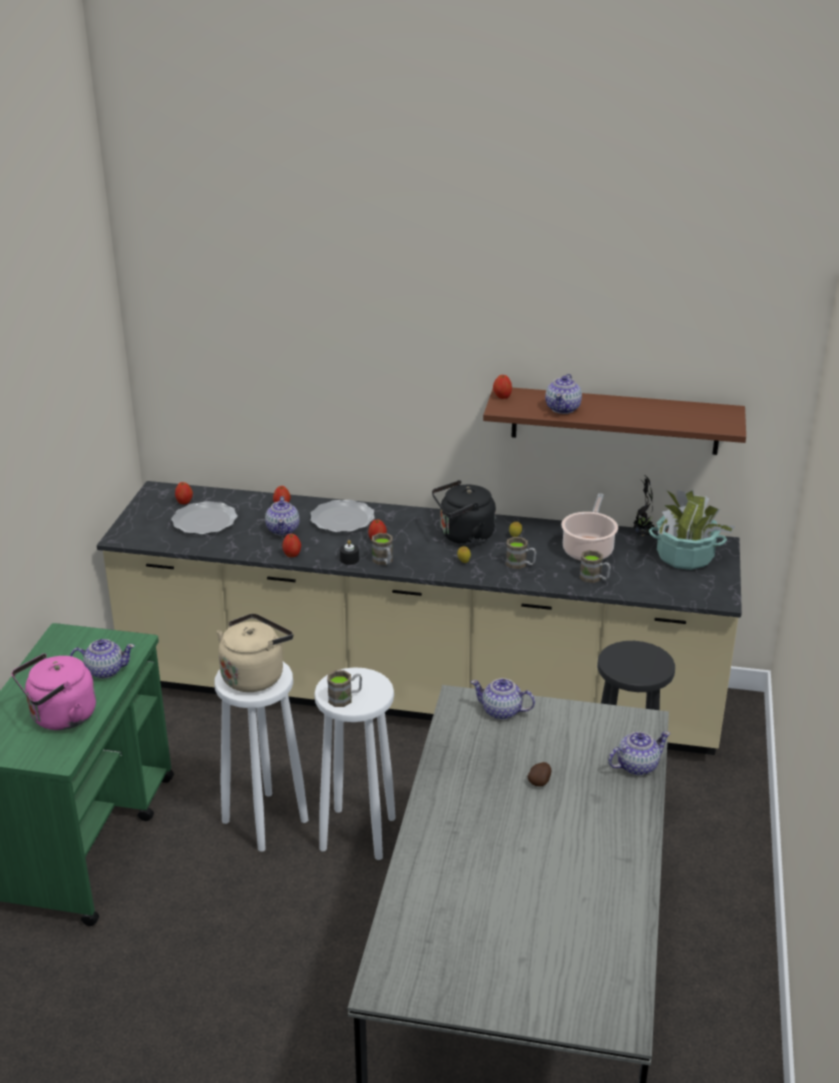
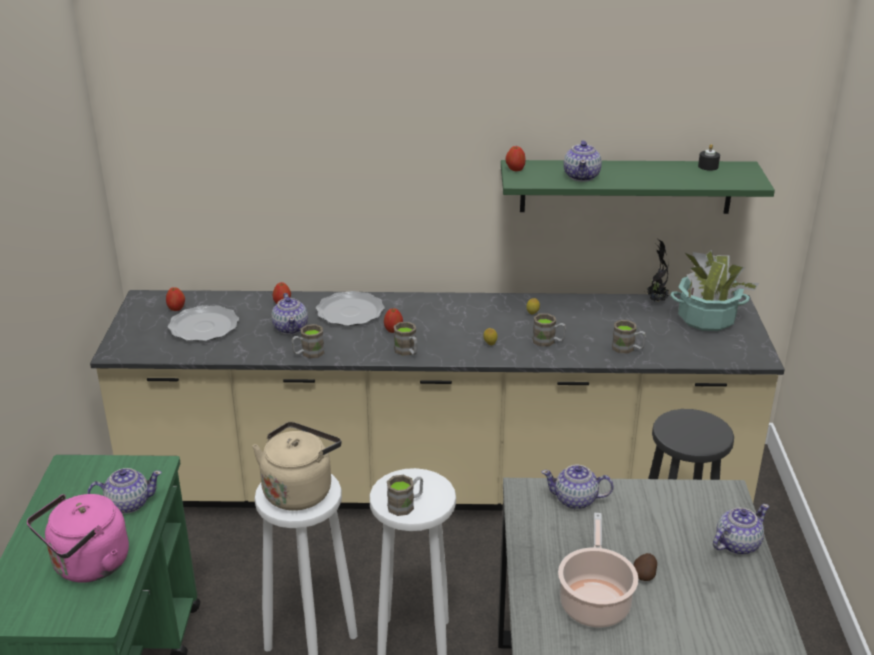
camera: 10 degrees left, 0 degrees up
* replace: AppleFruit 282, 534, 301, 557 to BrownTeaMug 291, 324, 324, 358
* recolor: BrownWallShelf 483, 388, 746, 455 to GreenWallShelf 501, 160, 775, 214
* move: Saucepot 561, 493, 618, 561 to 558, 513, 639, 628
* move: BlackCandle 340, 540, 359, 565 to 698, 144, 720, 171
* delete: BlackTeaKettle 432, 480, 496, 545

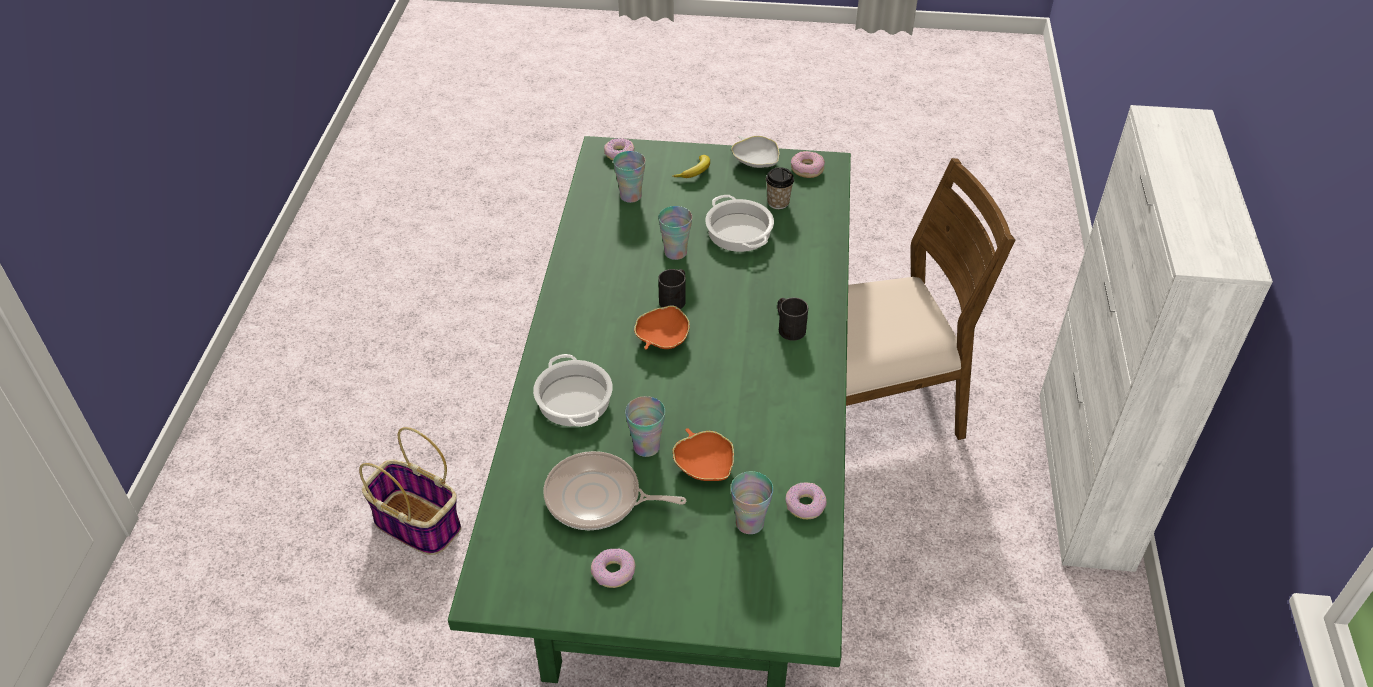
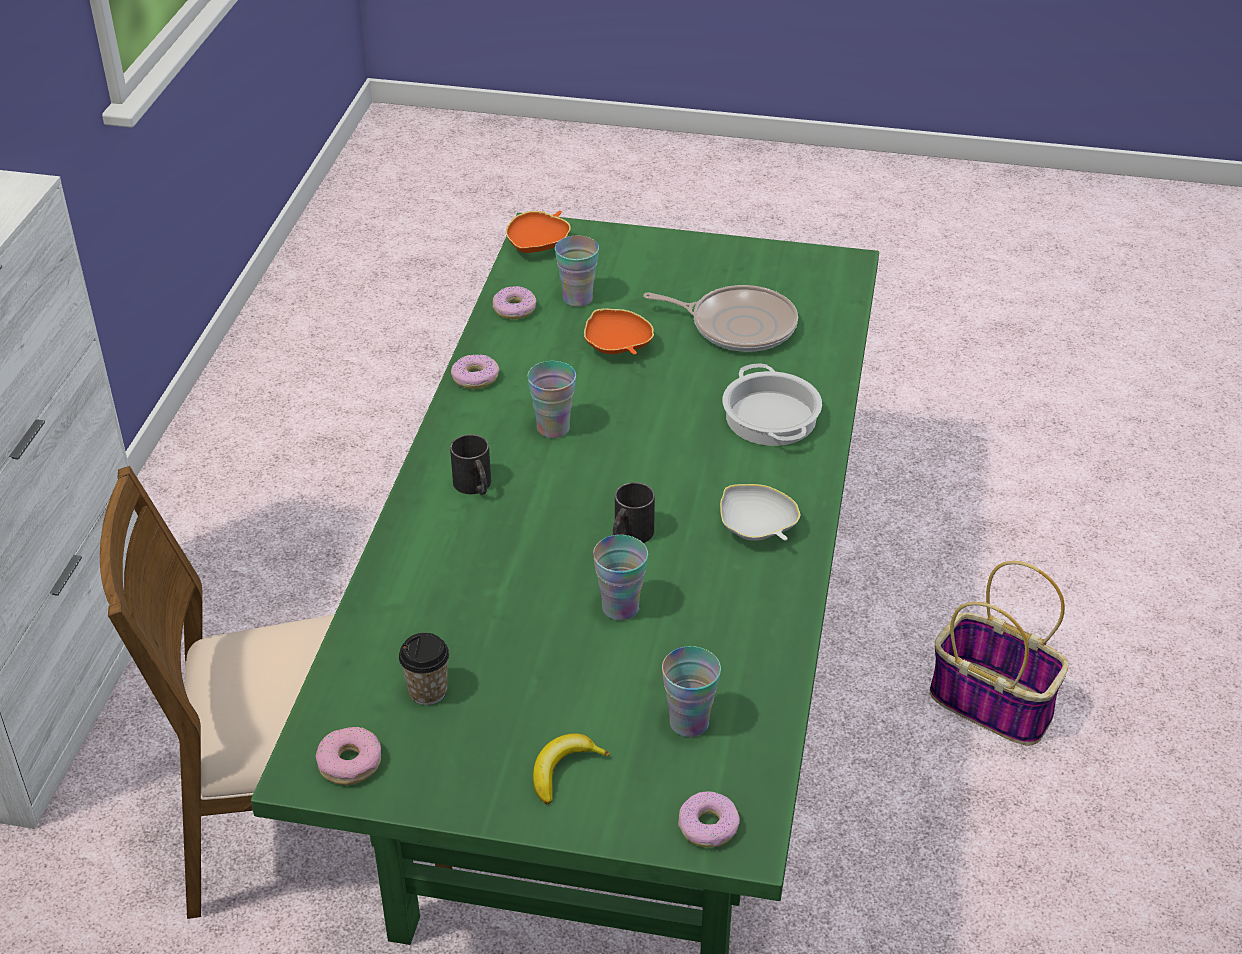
camera: 175 degrees left, 5 degrees down
* move: RingDoughnut 591, 549, 635, 588 to 451, 354, 500, 389
* move: OrangeyDeepDish 634, 305, 690, 350 to 506, 211, 571, 253
* move: Cup 625, 396, 665, 457 to 527, 361, 576, 438
* move: WhitishDeepDish 731, 136, 780, 168 to 720, 484, 801, 541
* delete: Saucepot 705, 195, 774, 252

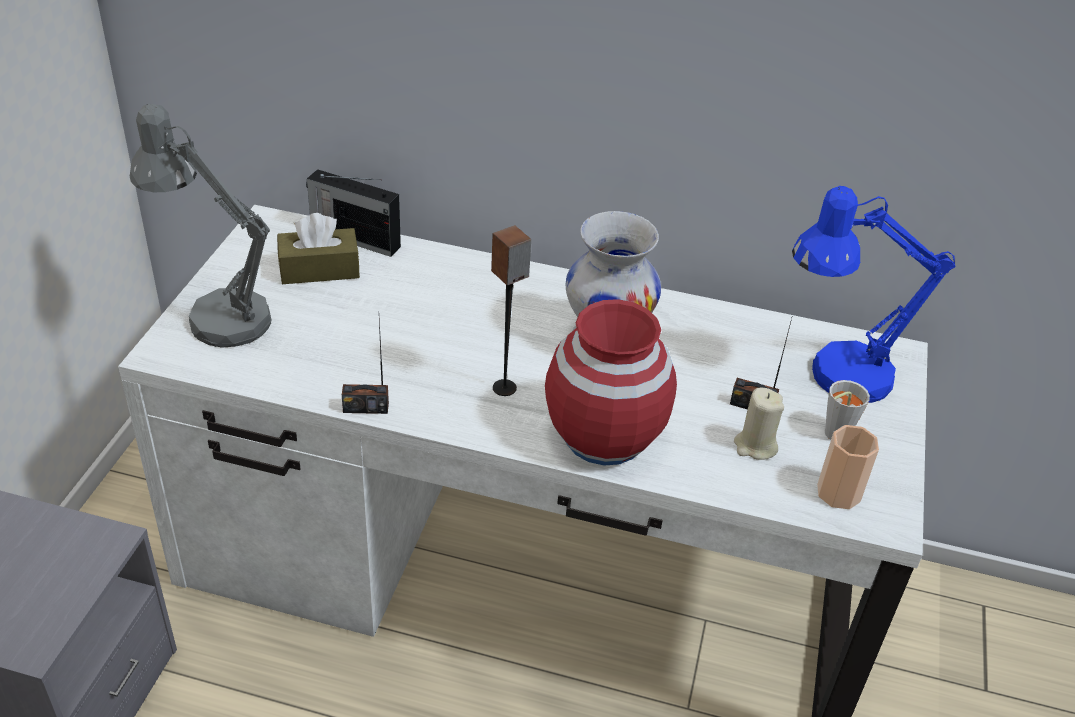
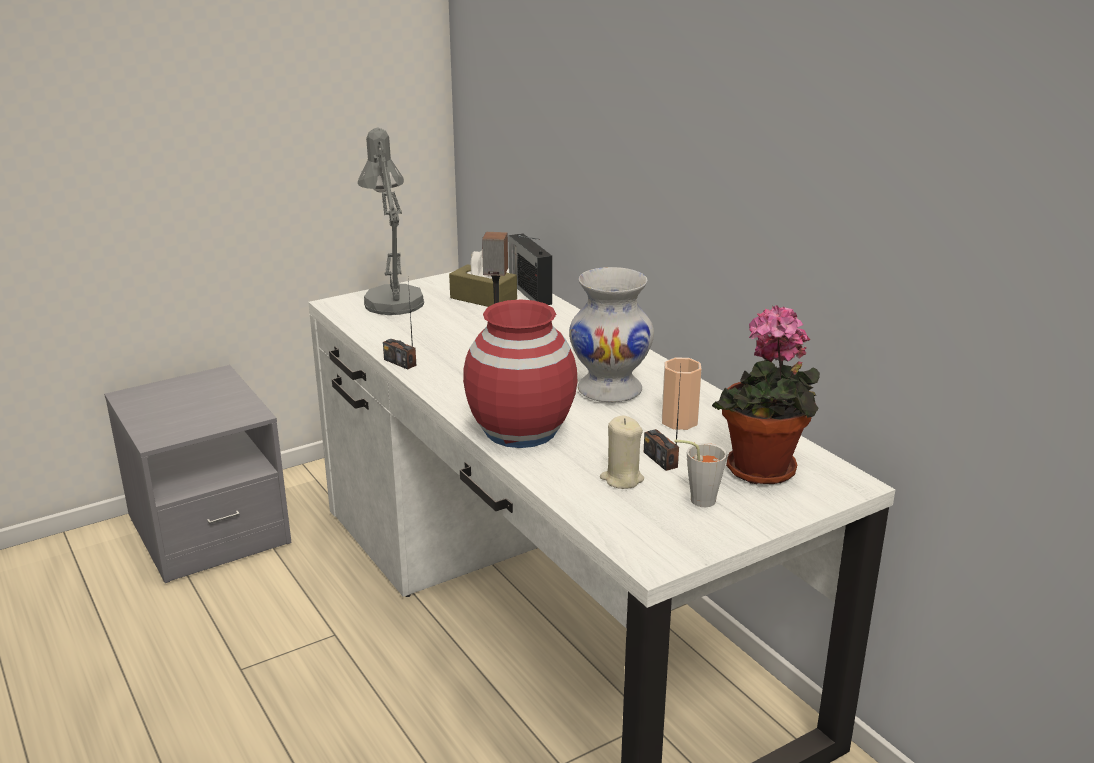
camera: 45 degrees right, 15 degrees down
* move: Cup 817, 425, 879, 509 to 662, 357, 702, 430
* replace: BlueLampForATable 792, 186, 956, 403 to Houseplant 712, 305, 820, 484

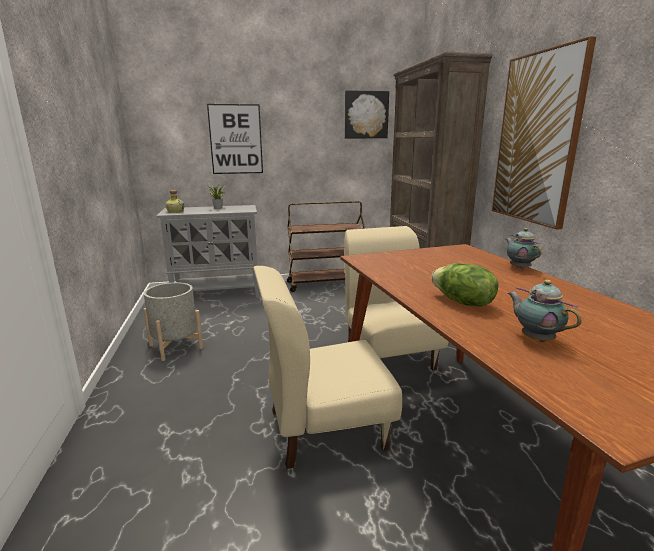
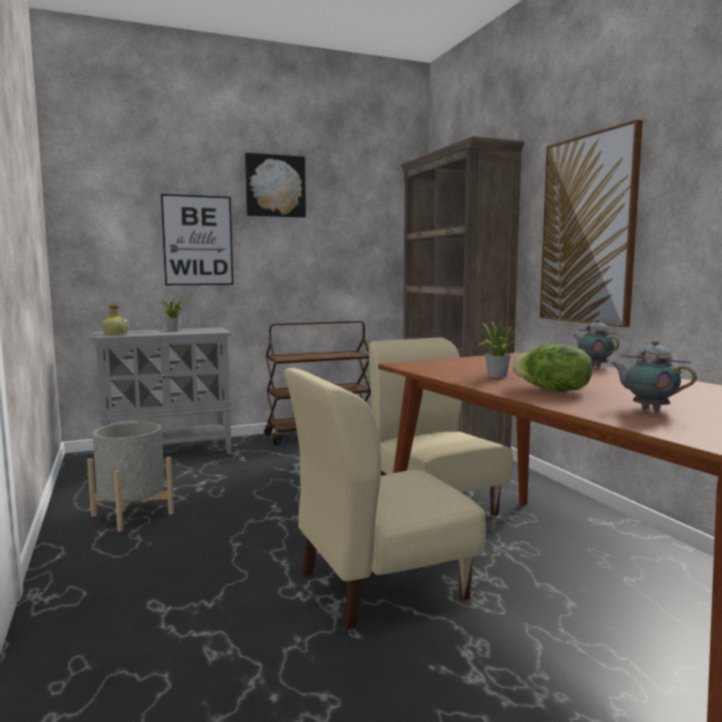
camera: 10 degrees left, 10 degrees down
* move: WallPicture 345, 90, 389, 138 to 245, 153, 306, 218
* insert: Houseplant 472, 320, 520, 378

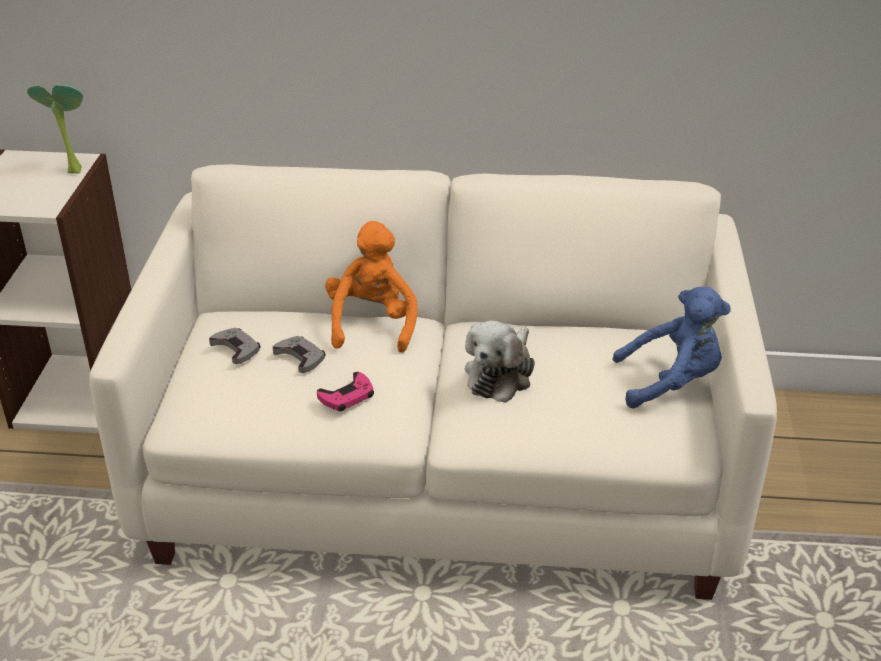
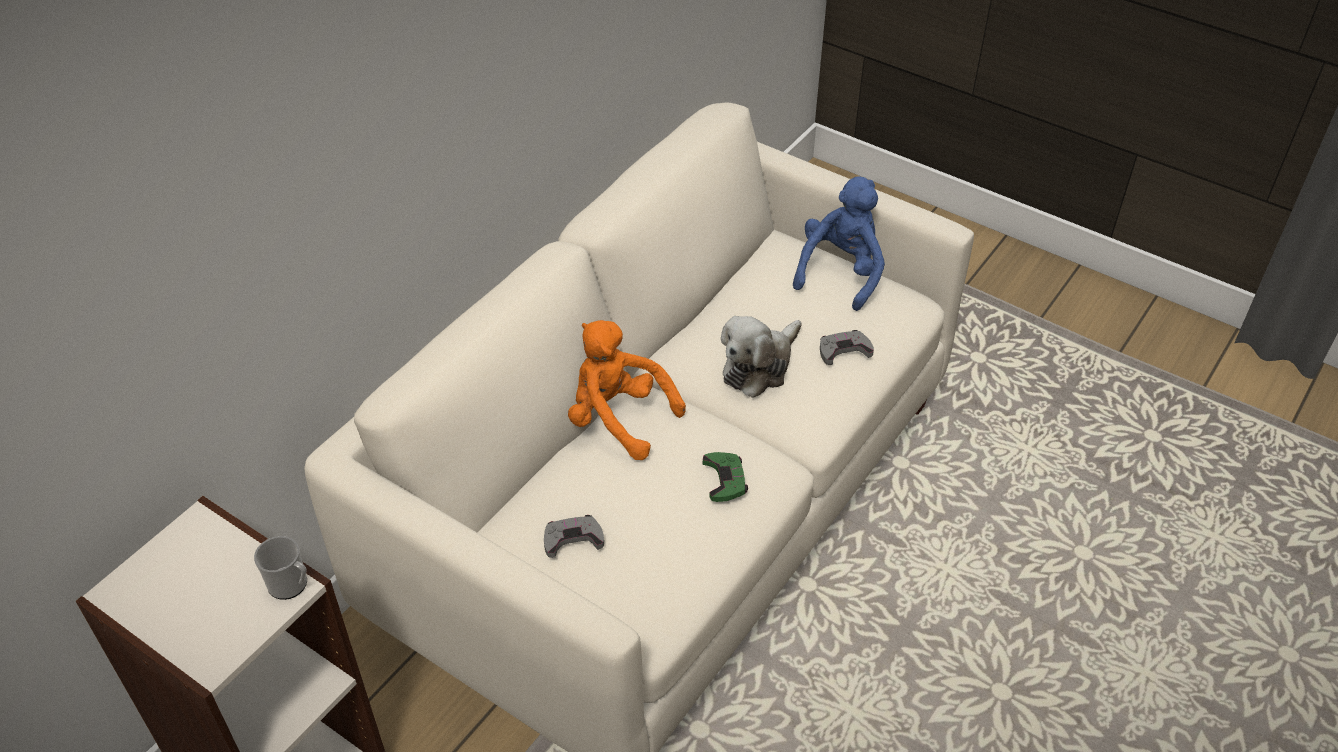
camera: 60 degrees left, 10 degrees up
* insert: TeaMug 254, 536, 307, 600
* recolor: PinkGamepad 317, 372, 374, 411 to GreenGamepad 703, 452, 748, 502
* rotate: CuddlyToy 465, 321, 535, 403 = 721, 316, 802, 398 75 degrees clockwise
* move: GreyGamepad 273, 336, 325, 373 to 820, 330, 874, 365
* delete: Houseplant 27, 85, 83, 174

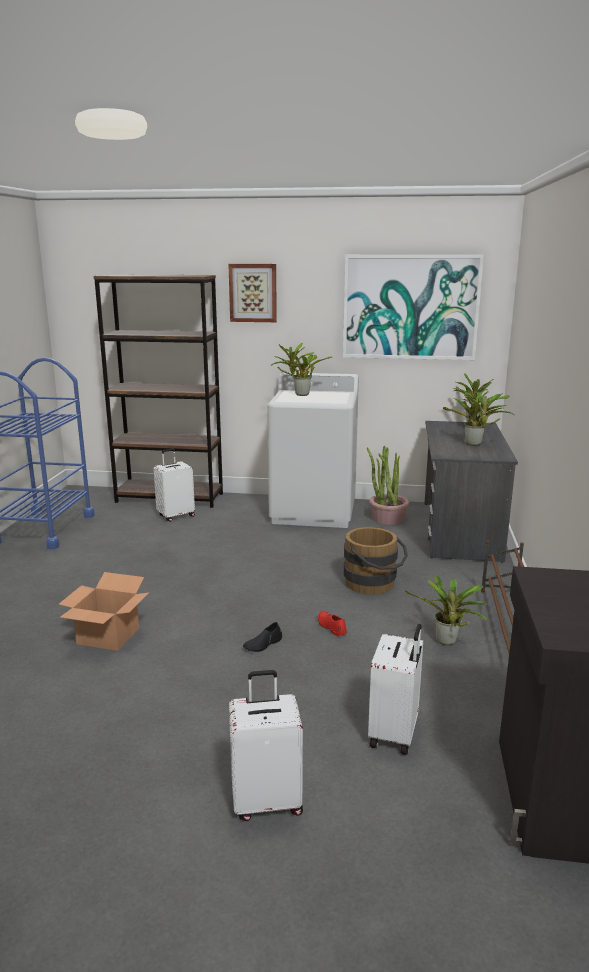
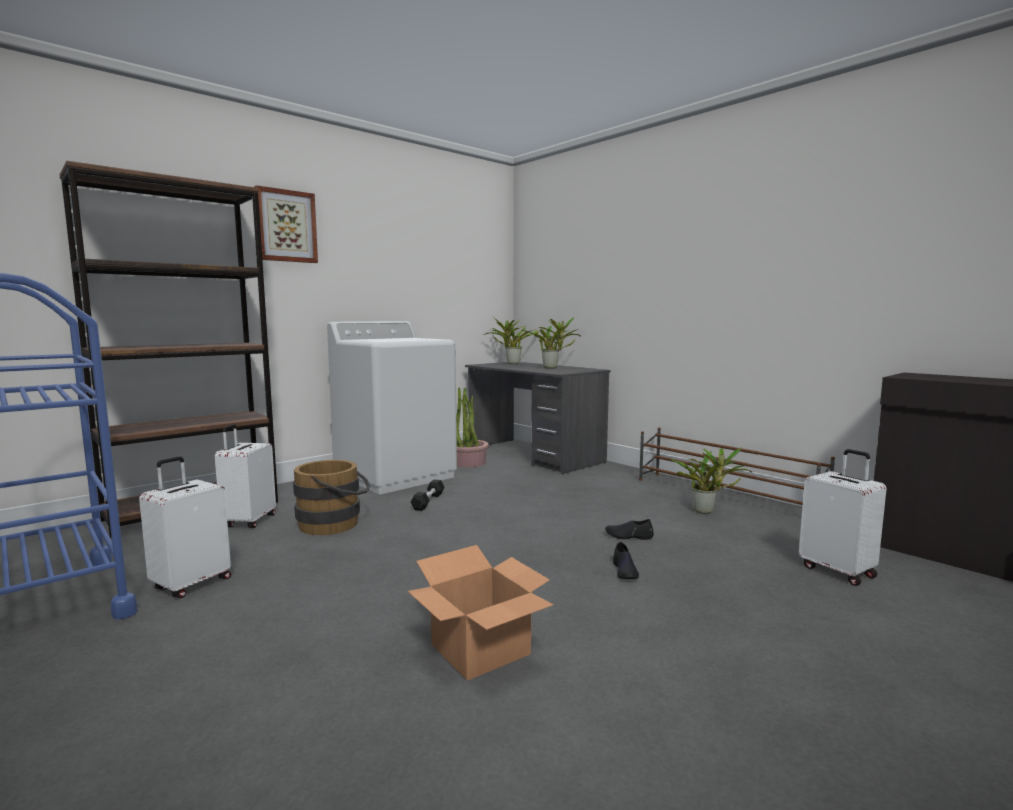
camera: 50 degrees left, 10 degrees down
* move: WhitishPieceOfLuggage 229, 670, 303, 821 to 139, 456, 231, 598
* move: BrownPail 343, 527, 408, 595 to 293, 460, 371, 535
* insert: BlackFreeWeight 411, 480, 445, 511
* recolor: RedColouredItemOfFootwear 318, 611, 347, 636 to BlackItemOfFootwear 605, 519, 654, 540
* delete: Houseplant 271, 343, 332, 396
* delete: WallPicture 343, 255, 484, 360

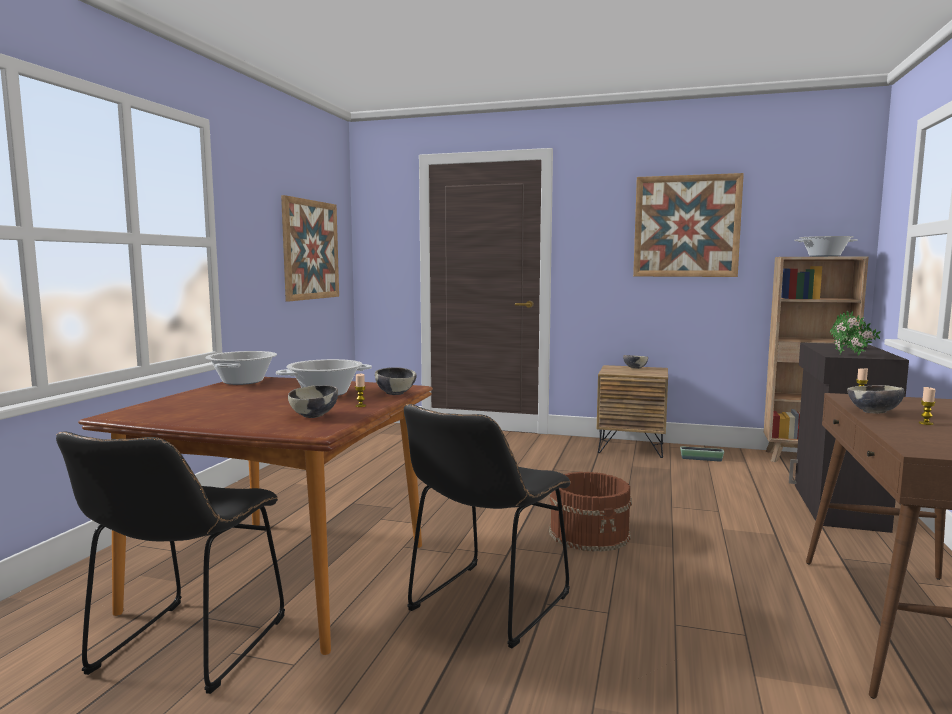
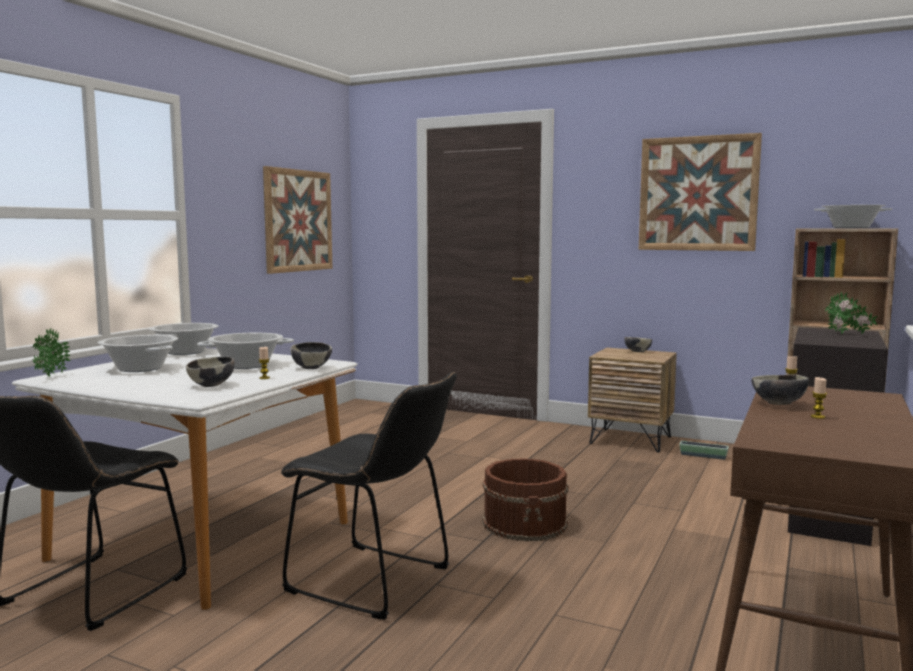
camera: 10 degrees right, 0 degrees up
* recolor: BrownKitchenTable 78, 377, 433, 655 to WhitishKitchenTable 12, 348, 357, 610
* move: Houseplant 830, 315, 867, 356 to 32, 328, 71, 377
* insert: Saucepot 98, 335, 178, 372
* rotate: BlackChair 404, 404, 571, 648 = 281, 372, 457, 620 105 degrees counterclockwise

